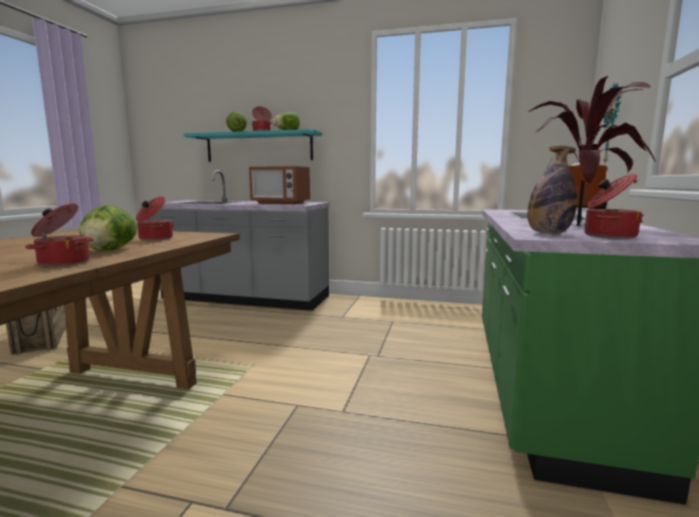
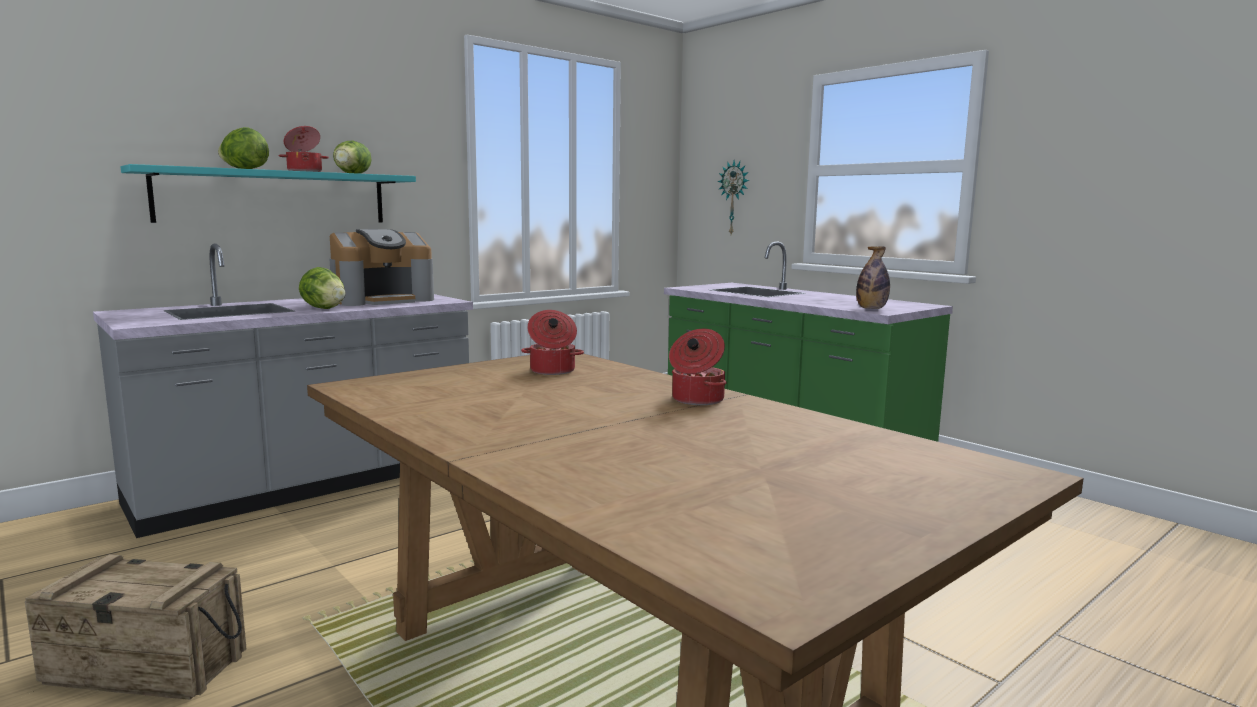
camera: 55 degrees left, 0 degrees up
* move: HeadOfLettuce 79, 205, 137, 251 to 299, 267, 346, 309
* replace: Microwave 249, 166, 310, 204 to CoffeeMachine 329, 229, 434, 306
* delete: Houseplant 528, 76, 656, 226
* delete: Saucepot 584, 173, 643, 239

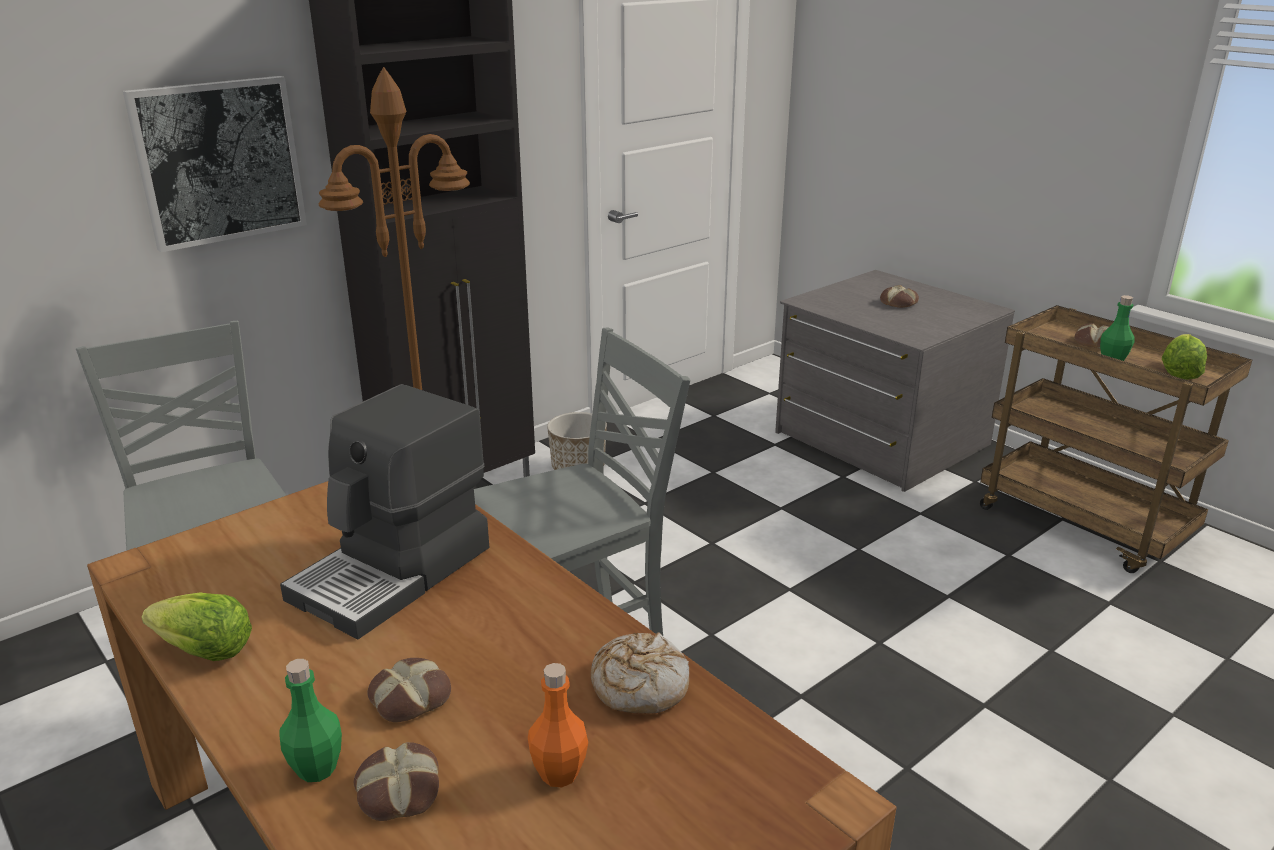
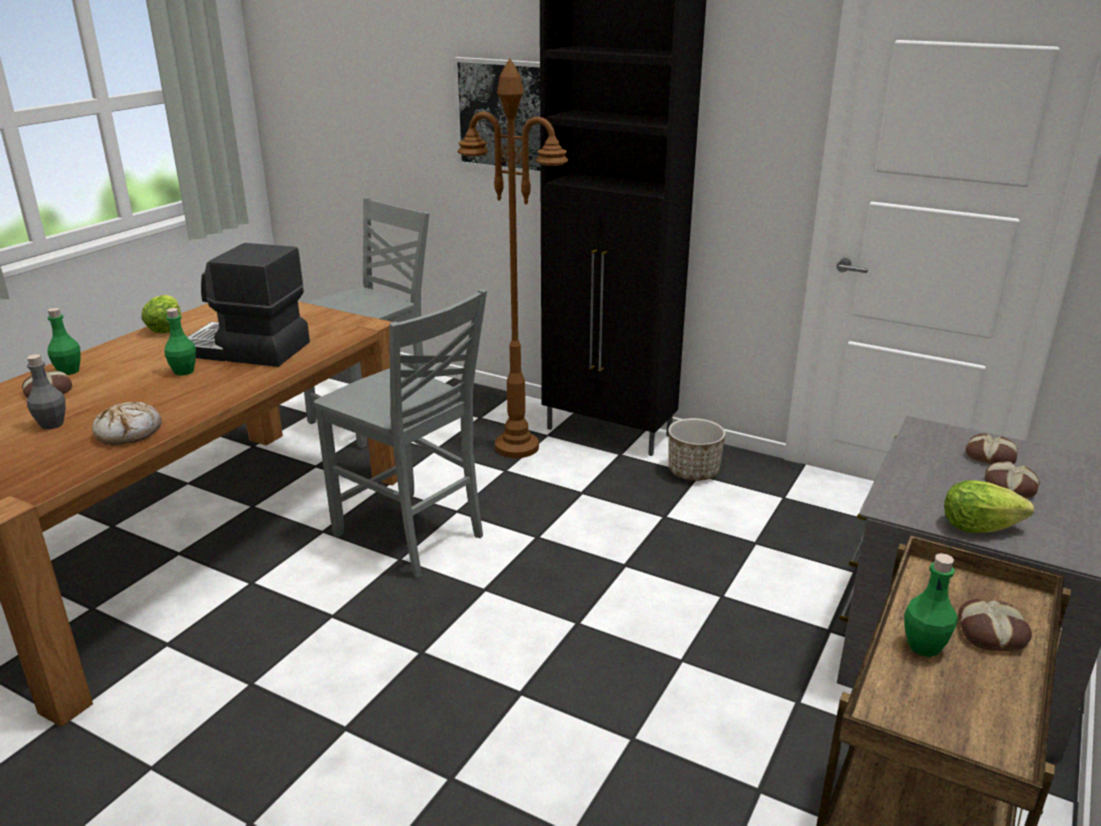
camera: 70 degrees right, 0 degrees up
* recolor: OrangeyBeverageBottle 528, 663, 588, 787 to GreyBeverageBottle 27, 354, 66, 429
* insert: GreenBeverageBottle 165, 308, 196, 375
* move: HeadOfLettuce 1162, 334, 1207, 380 to 944, 480, 1034, 533
* move: BakedBread 368, 658, 451, 722 to 966, 434, 1018, 464

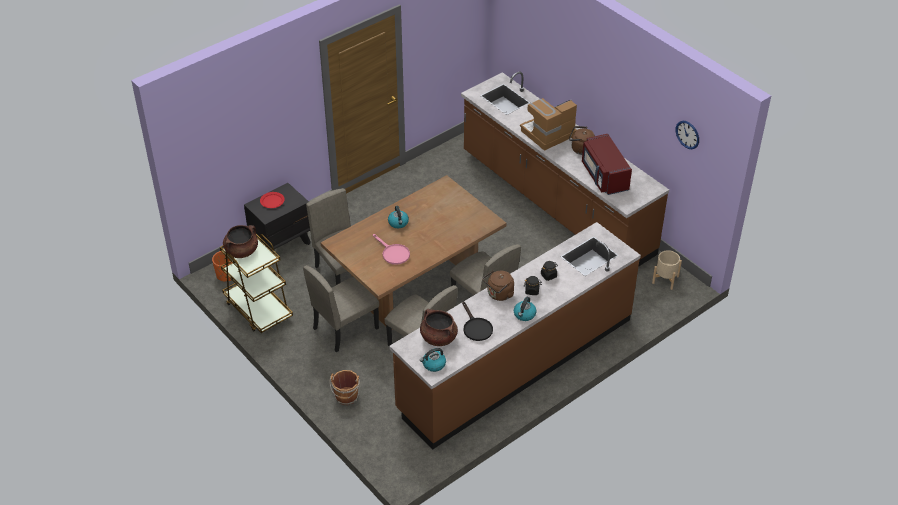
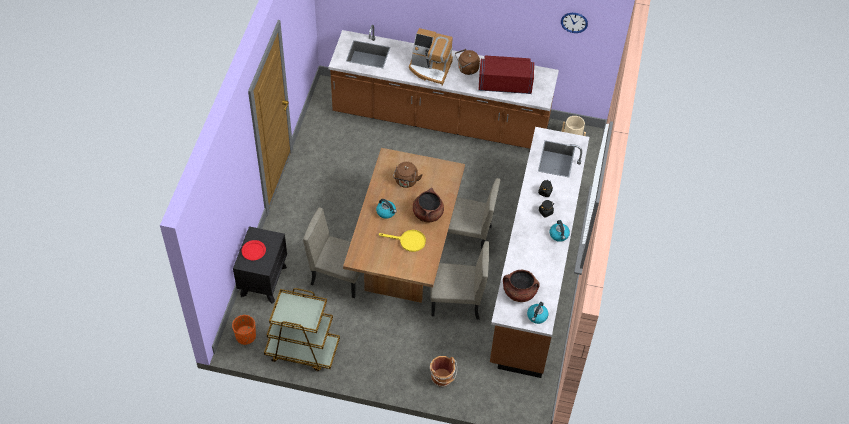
camera: 40 degrees left, 10 degrees up
* recolor: PinkSkillet 373, 234, 410, 265 to YellowSkillet 379, 230, 426, 252
* move: BrownTeaKettle 483, 270, 514, 301 to 393, 162, 422, 188
* rotate: CoffeeMachine 520, 98, 577, 151 = 409, 28, 453, 86 90 degrees counterclockwise
* move: BrownSaucepot 223, 225, 258, 258 to 413, 188, 444, 223
* rotate: RedColouredMicrowave 582, 134, 632, 195 = 478, 55, 534, 94 150 degrees clockwise
* delete: SandColouredChair 303, 265, 379, 352
* delete: BlackSkillet 462, 301, 493, 341

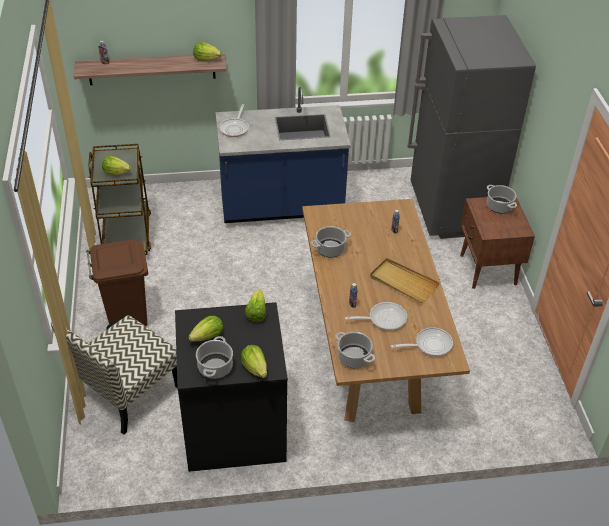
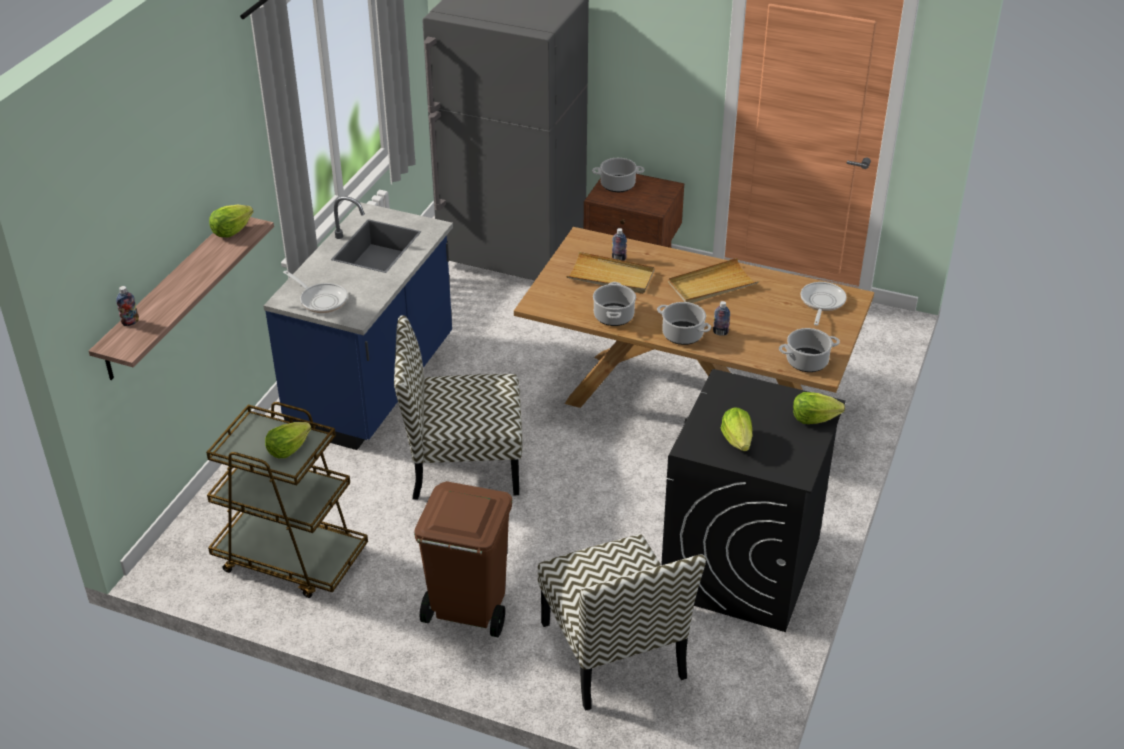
camera: 60 degrees left, 5 degrees down
* insert: Chair 394, 315, 523, 500
* insert: SandColouredServingTray 566, 252, 654, 294
* move: Saucepot 196, 336, 233, 379 to 657, 302, 711, 345
* delete: HeadOfLettuce 245, 289, 266, 322
* delete: Skillet 345, 302, 407, 330

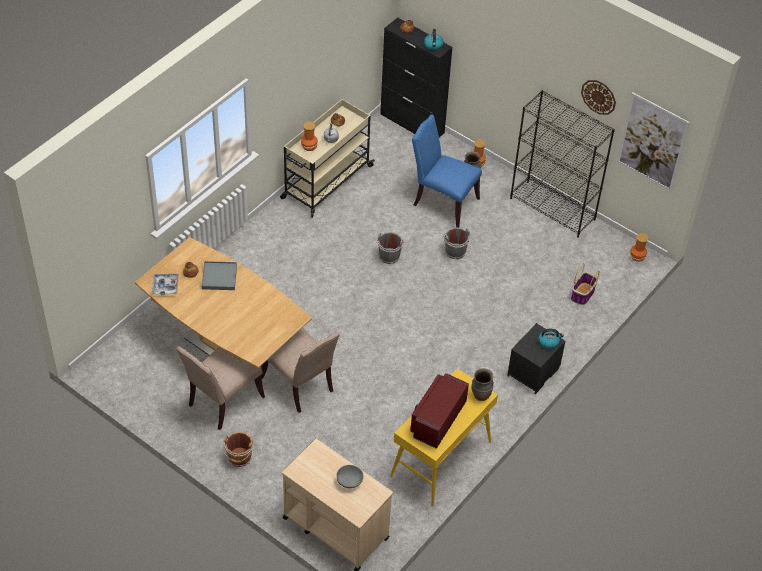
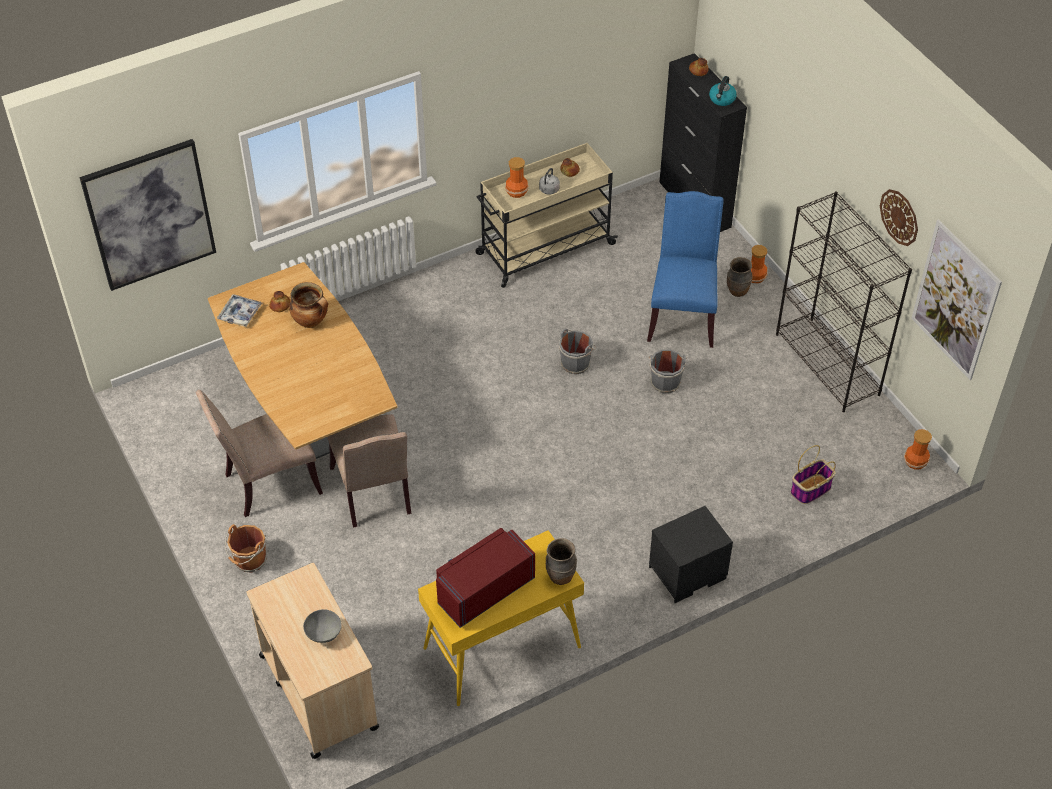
camera: 25 degrees right, 0 degrees up
* insert: WallPicture 79, 139, 216, 291
* replace: GreyServingTray 202, 261, 237, 290 to Saucepot 289, 282, 328, 328
* rotate: BlueChair 412, 115, 482, 228 = 647, 191, 724, 348 45 degrees clockwise
* delete: TeaKettle 538, 329, 564, 349

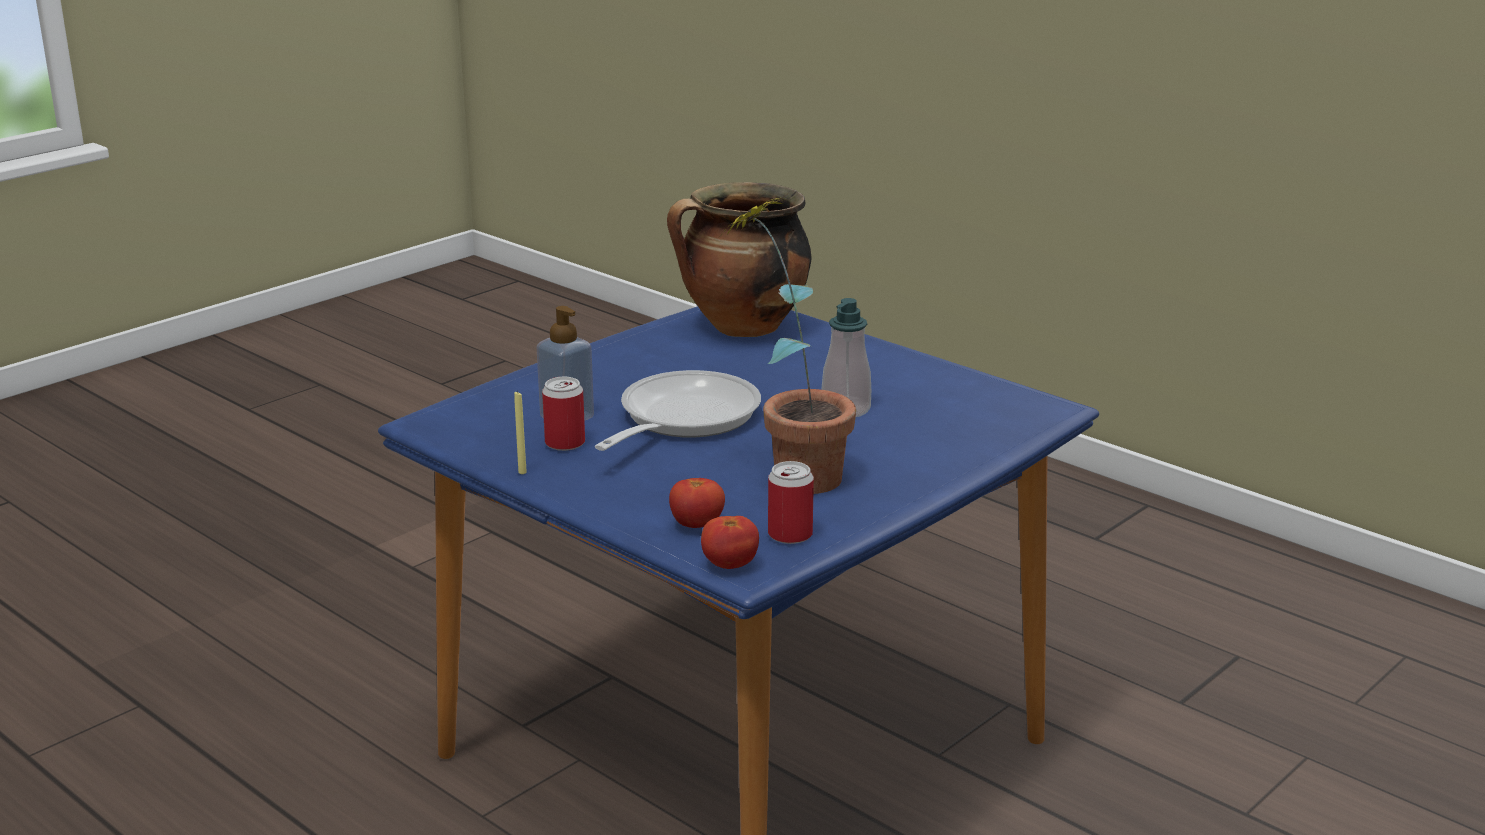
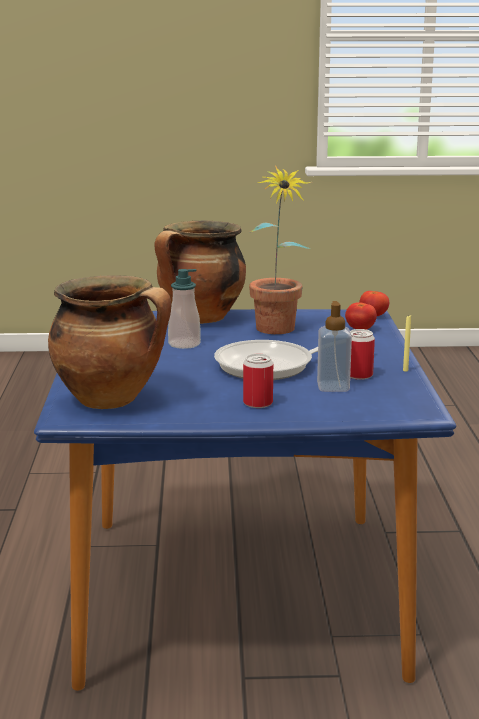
camera: 135 degrees left, 5 degrees down
* insert: Saucepot 154, 221, 246, 324
* move: Can 768, 461, 814, 544 to 243, 354, 273, 408

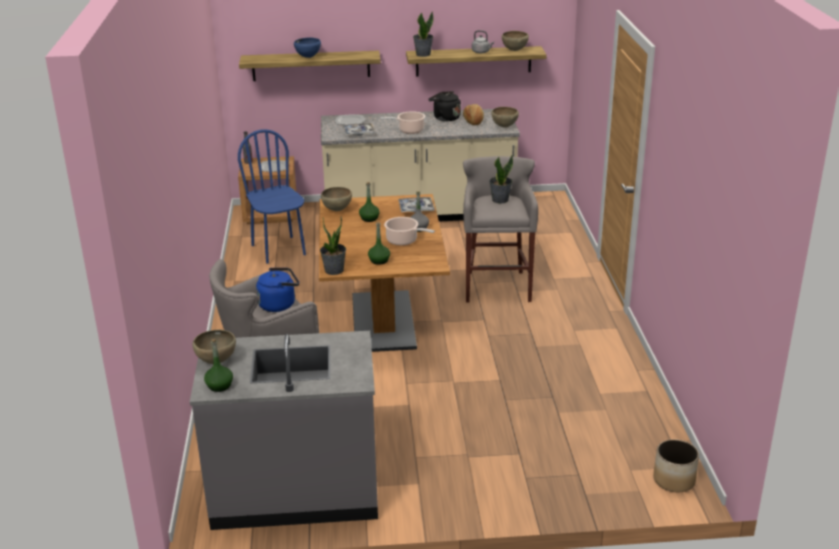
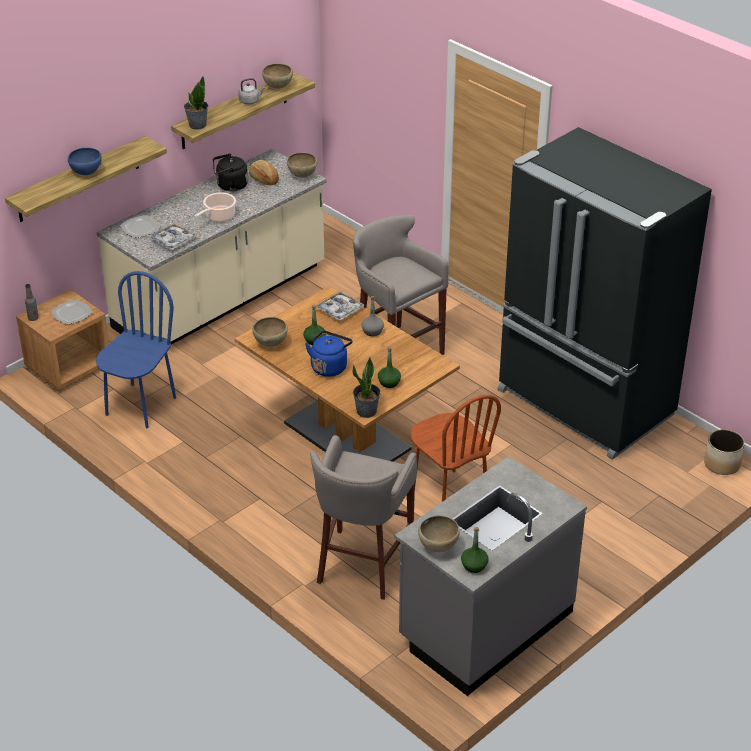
camera: 40 degrees left, 10 degrees up
* rotate: BlueChair 238, 129, 306, 264 = 96, 271, 176, 428 90 degrees clockwise
* move: BlueTeaKettle 256, 268, 299, 312 to 305, 331, 353, 377
* insert: BrownChair 411, 394, 501, 502
* insert: BlackKitchenFridge 498, 127, 712, 460
* delete: Saucepot 384, 217, 435, 246
* delete: Houseplant 489, 155, 513, 204

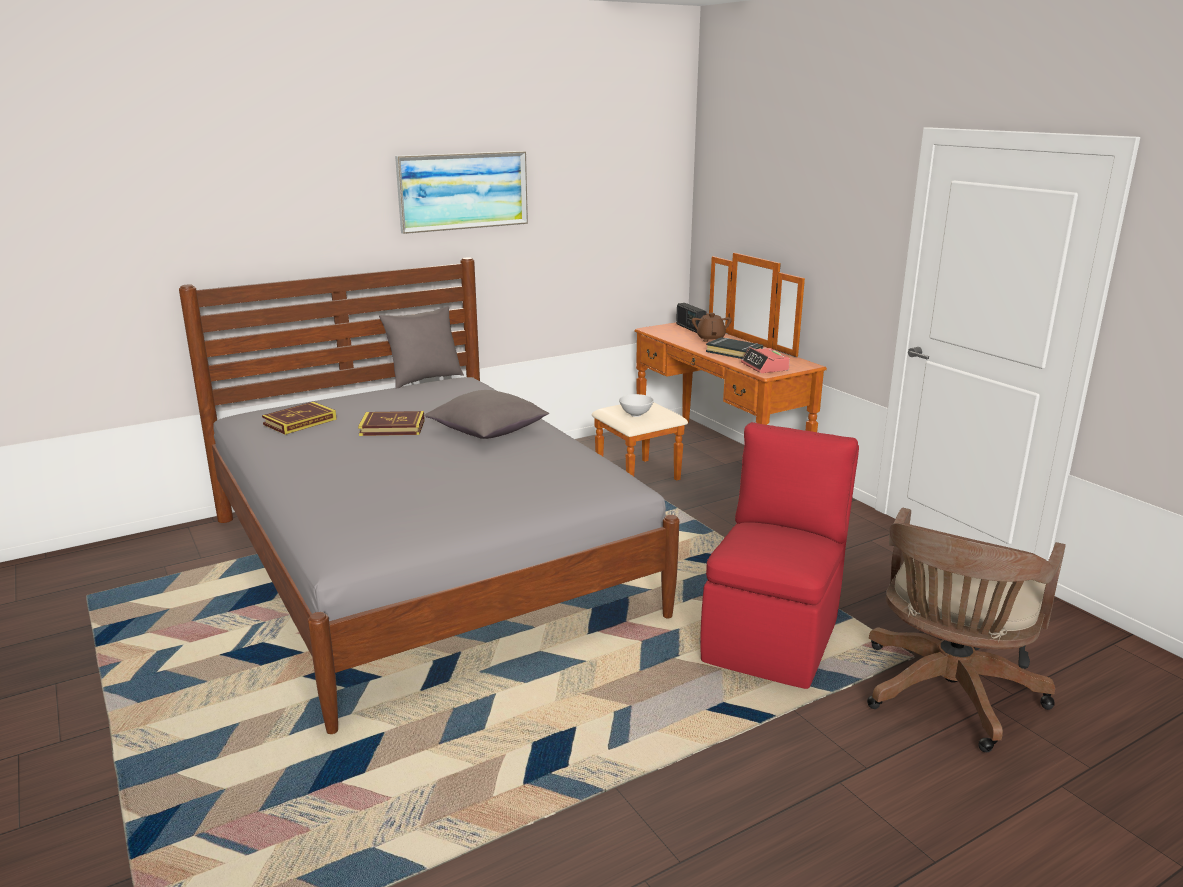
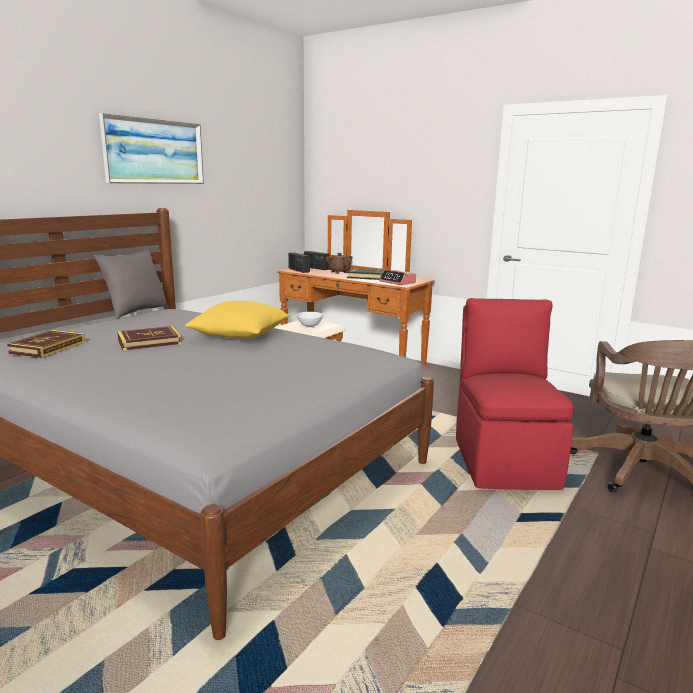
camera: 25 degrees left, 5 degrees down
* recolor: GreyThrowPillow 425, 390, 549, 439 to YellowThrowPillow 185, 301, 290, 338
* insert: RadioReceiver 288, 252, 310, 273

